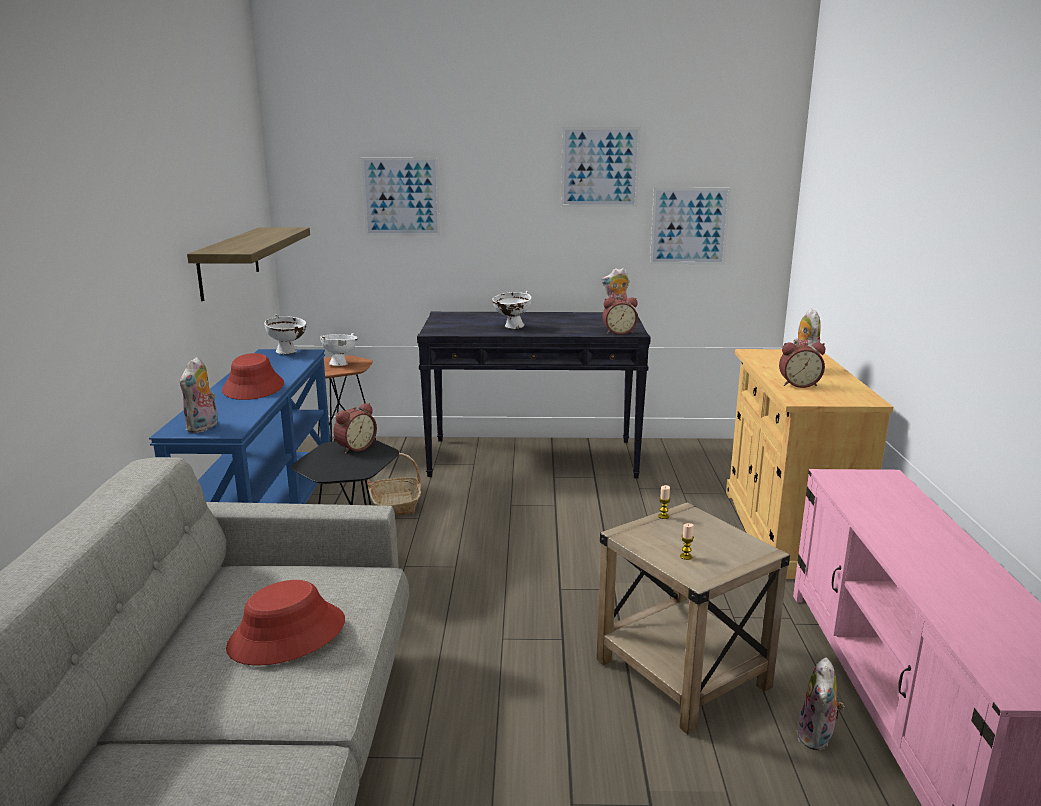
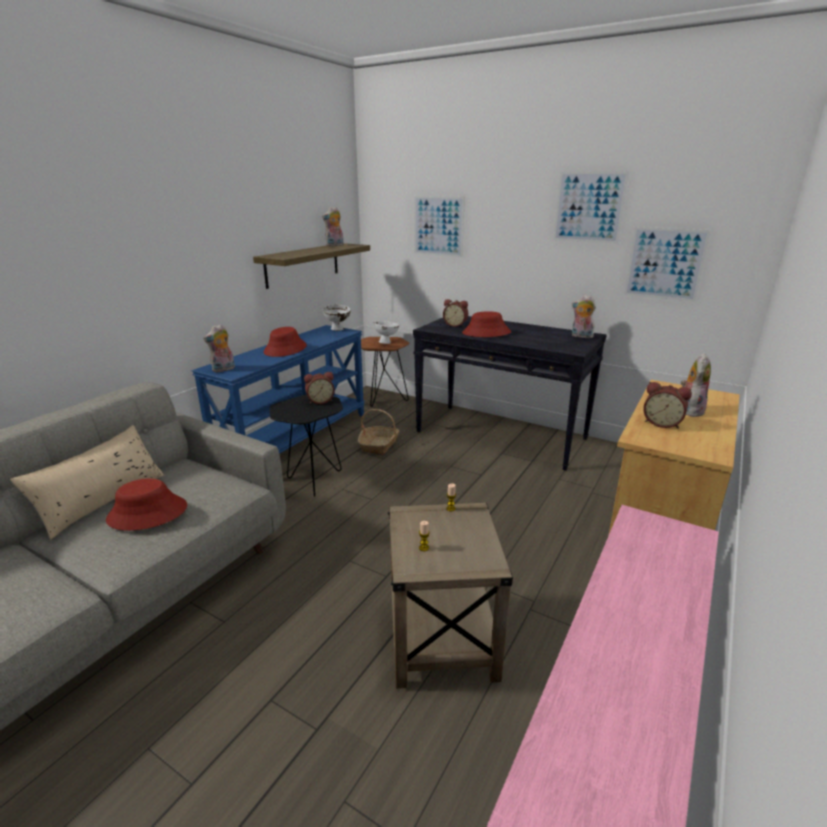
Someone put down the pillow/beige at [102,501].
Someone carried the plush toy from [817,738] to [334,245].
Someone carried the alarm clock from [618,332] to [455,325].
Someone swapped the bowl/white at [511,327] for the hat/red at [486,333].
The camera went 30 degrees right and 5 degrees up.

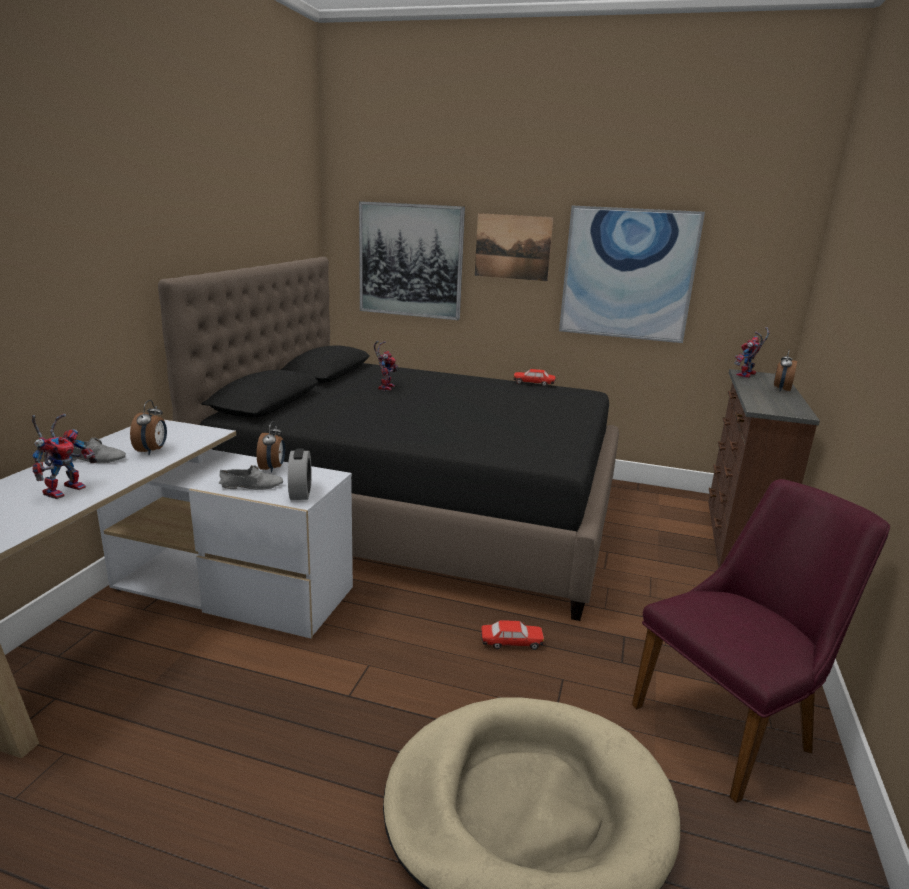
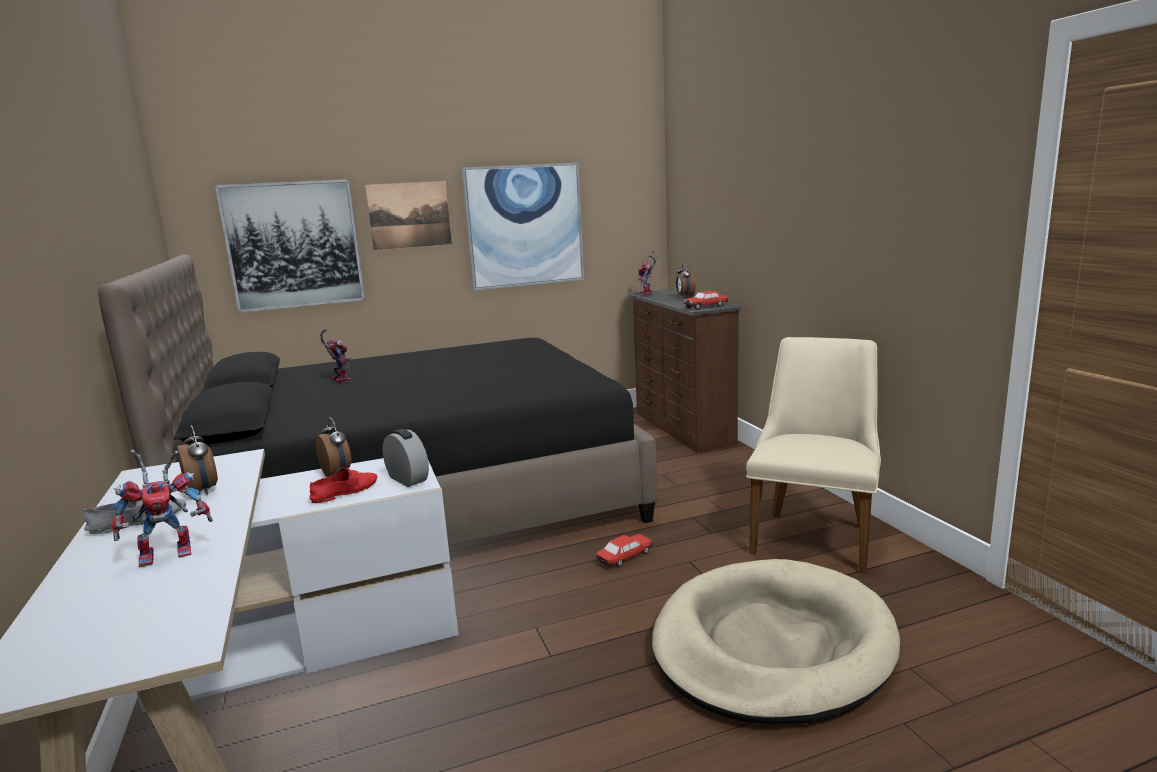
Someone rotated the toy robot at [65,489] by 75 degrees clockwise.
Someone repainted the shoe/grey at [252,485], which became the shoe/red at [344,491].
Someone carried the toy car from [533,383] to [706,306].
Someone repainted the chair/purple at [733,724], which became the chair/beige at [814,534].
The camera went 35 degrees left and 5 degrees down.

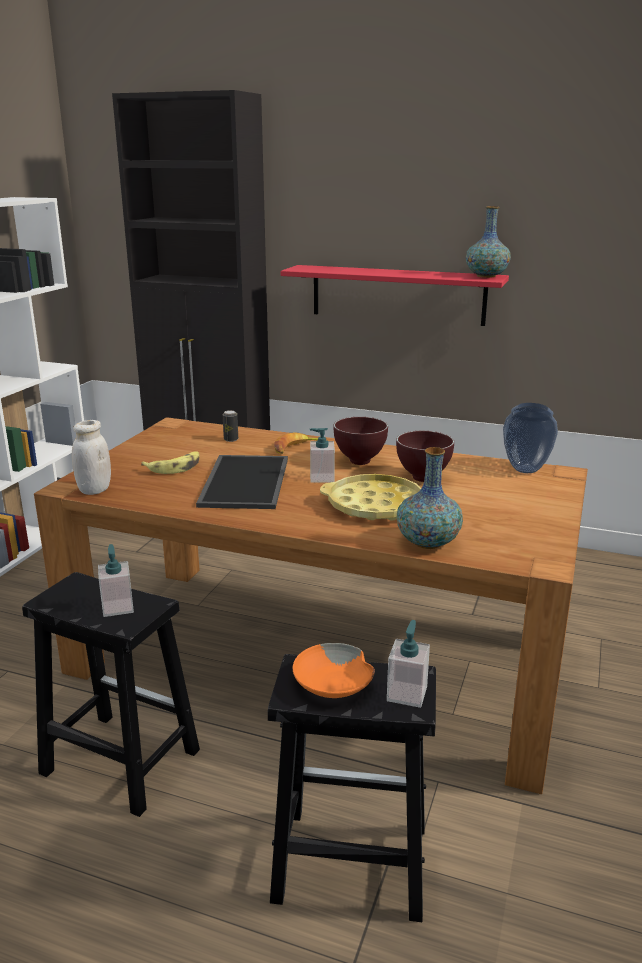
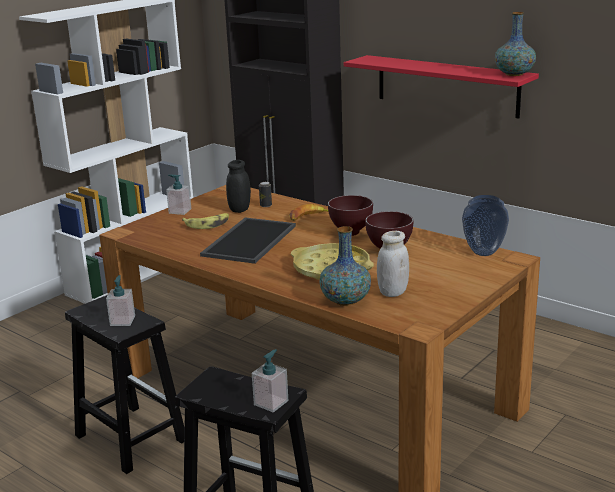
Someone carried the soap dispenser from [321,478] to [180,211].
Someone put down the jar/black at [239,209].
Someone carried the jar/white from [94,490] to [392,292].
Someone took away the bowl/orange at [333,683].
The camera went 20 degrees right and 0 degrees up.

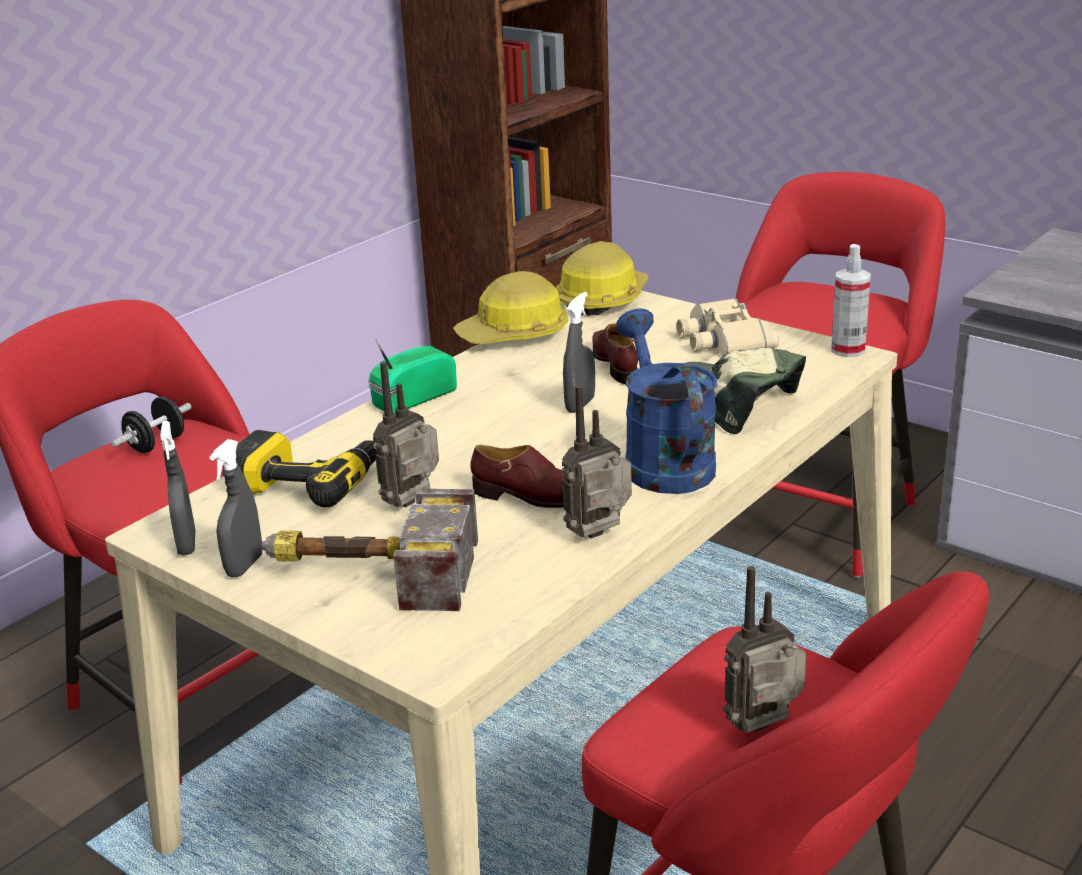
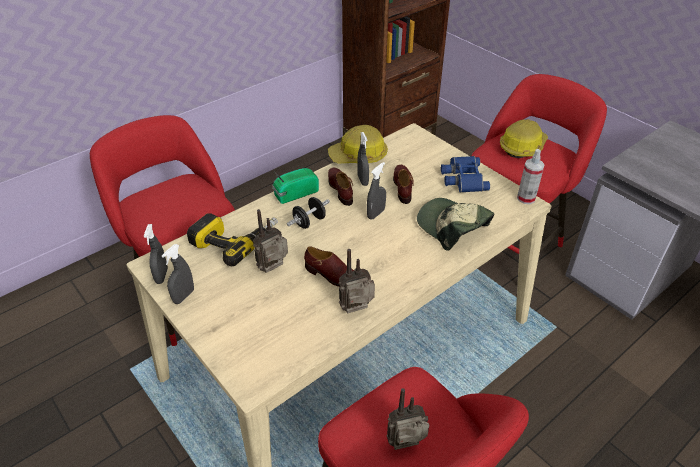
Someone carried the dumbbell/black from [156,444] to [309,222].
Someone put down the shoe/brown at [340,189].
Someone put down the spray bottle/grey at [363,180].
Someone repainted the binoculars/beige at [722,339], which became the binoculars/blue at [462,178].
Someone carried the hard hat from [602,299] to [522,146].
Someone took away the hammer at [366,573].
Someone took away the watering can/blue at [663,460].
The camera went 10 degrees right and 15 degrees up.

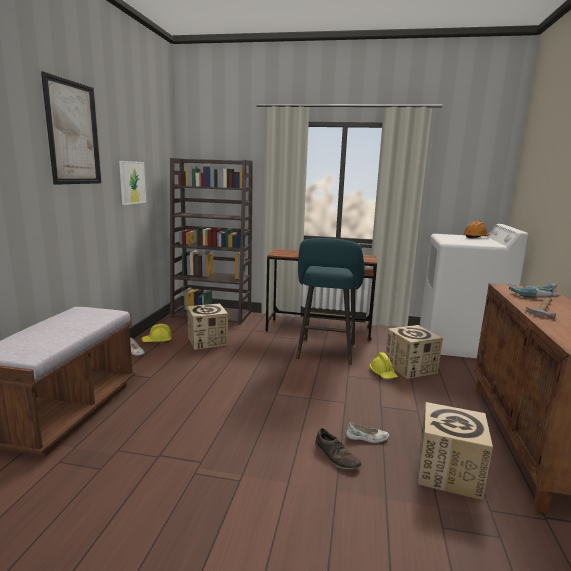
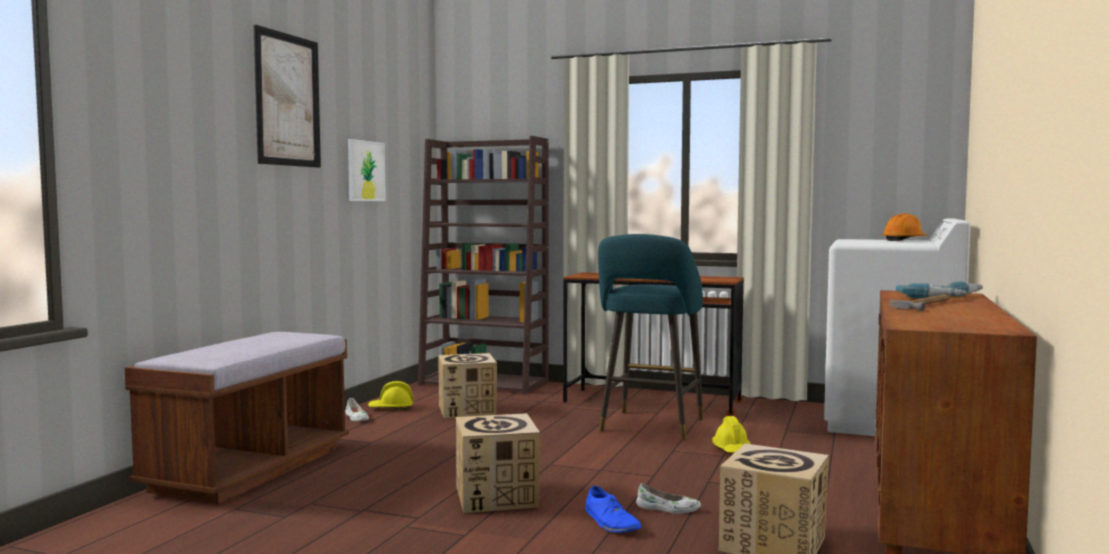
Someone carried the cardboard box from [410,367] to [497,497].
Someone repainted the shoe/brown at [336,456], which became the shoe/blue at [611,522].
The camera went 10 degrees right and 10 degrees down.

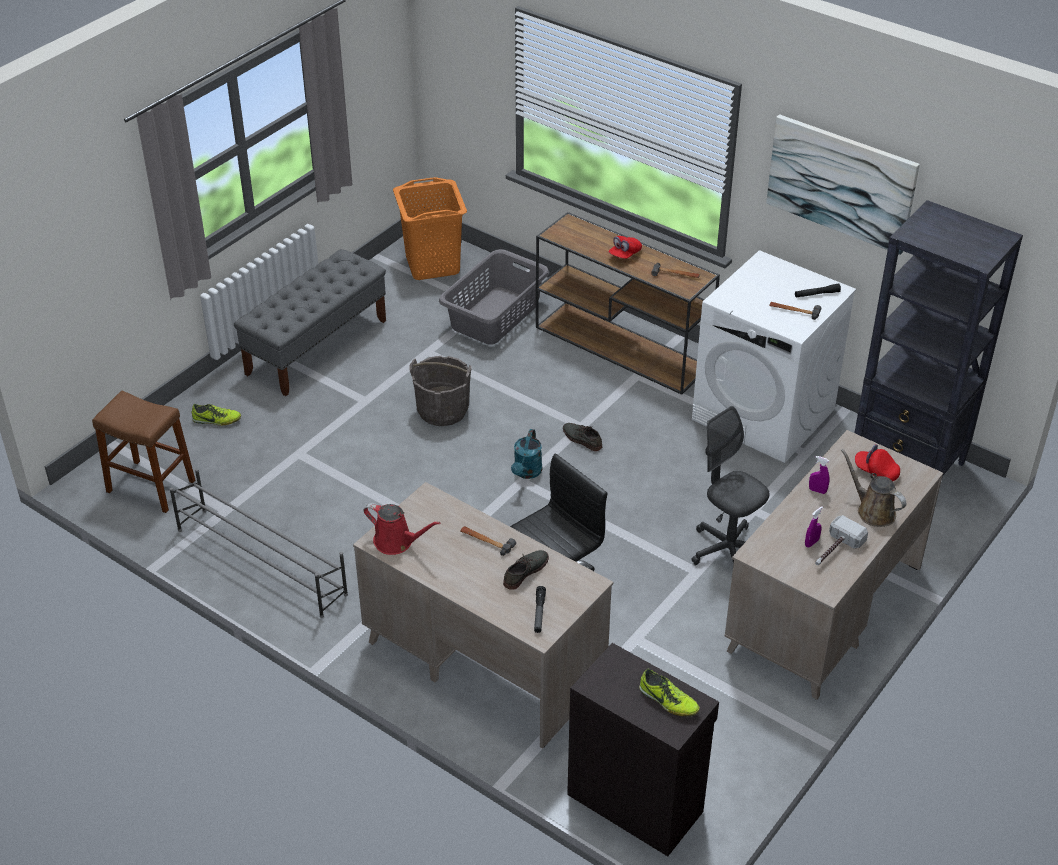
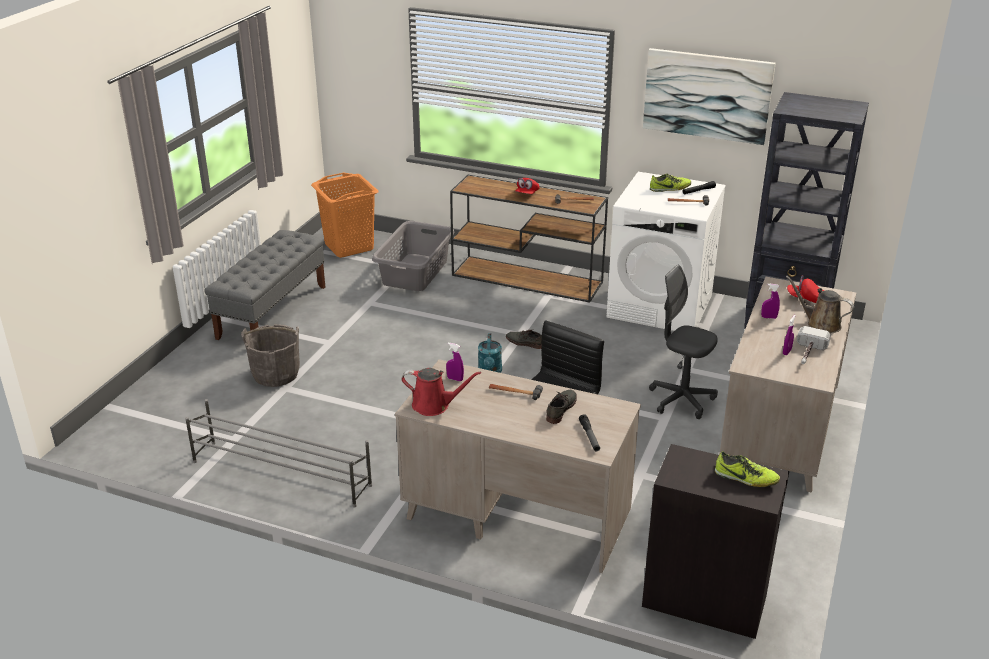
Someone carried the bucket/grey from [443,410] to [276,374].
Someone put down the spray bottle/purple at [455,379].
Someone carried the shoe from [217,420] to [670,189].
Someone took away the stool/brown at [151,486].
The camera went 15 degrees left and 10 degrees down.

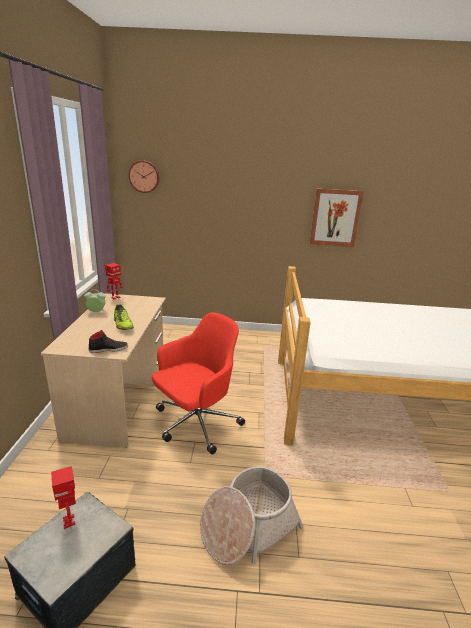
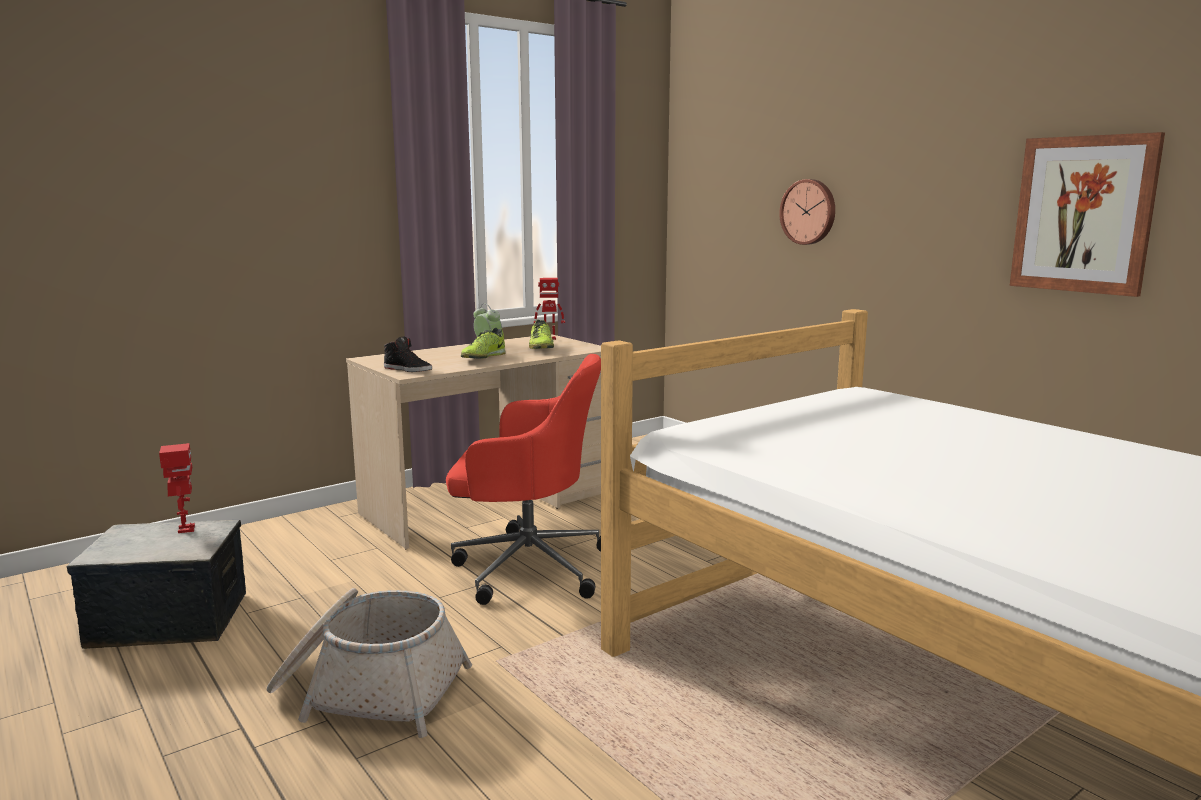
Someone rotated the toy robot at [70,521] by 135 degrees clockwise.
Someone put down the shoe at [541,348].
Someone carried the wall clock from [144,176] to [809,212].
The camera went 50 degrees right and 10 degrees down.

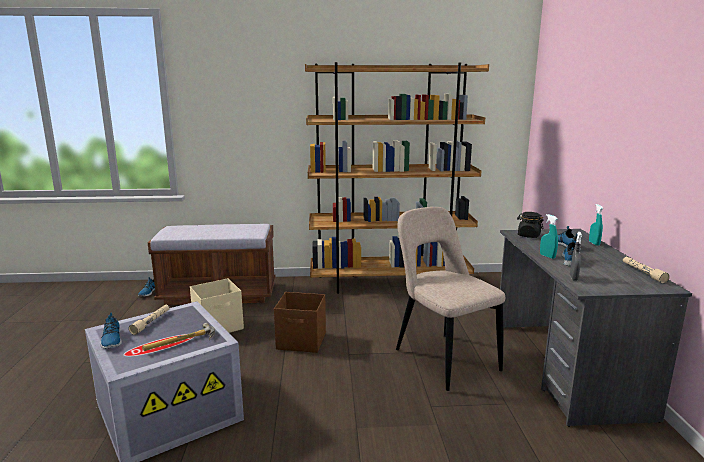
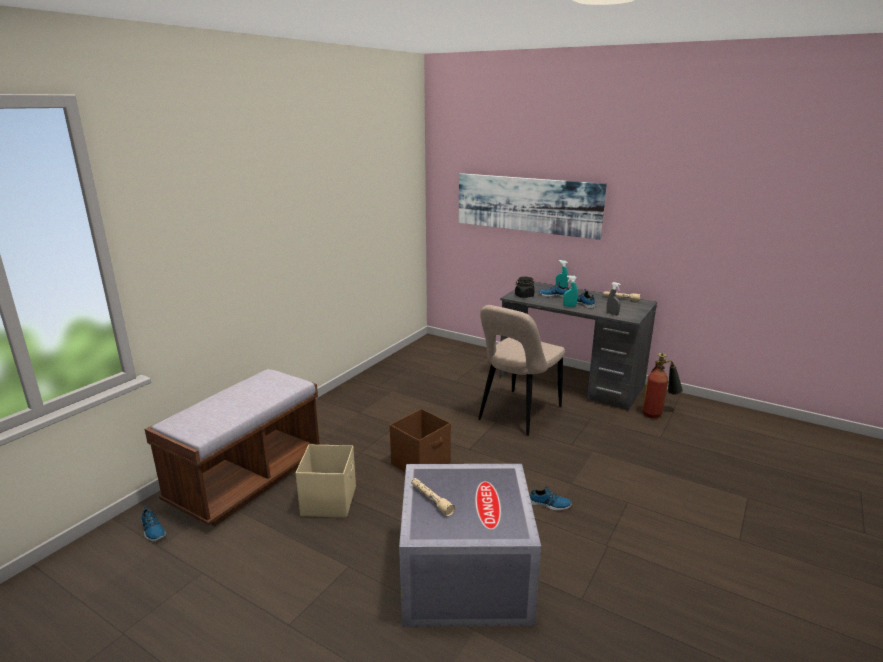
Someone put up the picture at [527,204].
Someone rotated the chair/beige at [443,358] by 60 degrees counterclockwise.
Someone carried the shoe from [111,340] to [549,504].
Someone put down the fire extinguisher at [658,413].
Someone took away the hammer at [182,343].
Someone took away the bookcase/brown at [390,283].
The camera went 55 degrees left and 5 degrees up.

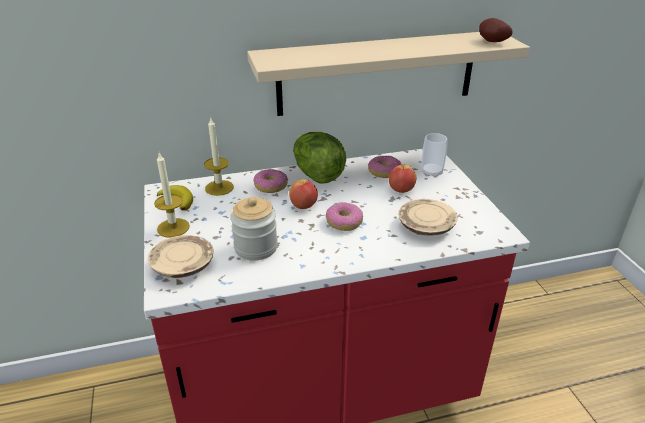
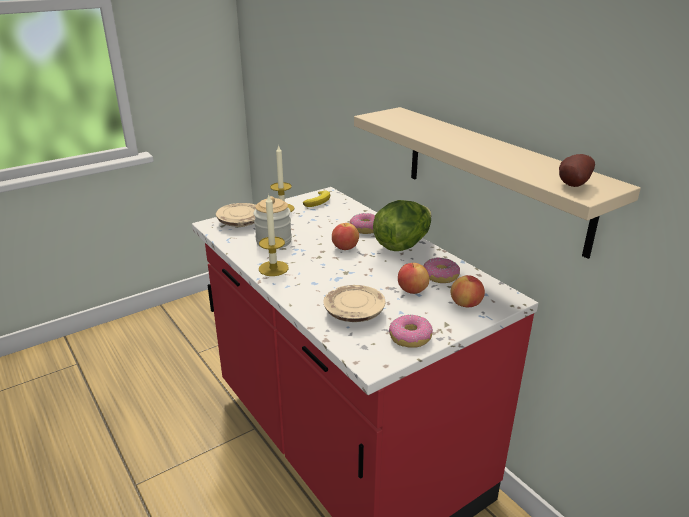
Someone carried the candle from [219,188] to [273,268].
Someone carried the donut from [344,222] to [410,337].
Someone swapped the cup at [431,172] for the apple at [466,304].
The camera went 70 degrees right and 5 degrees down.

